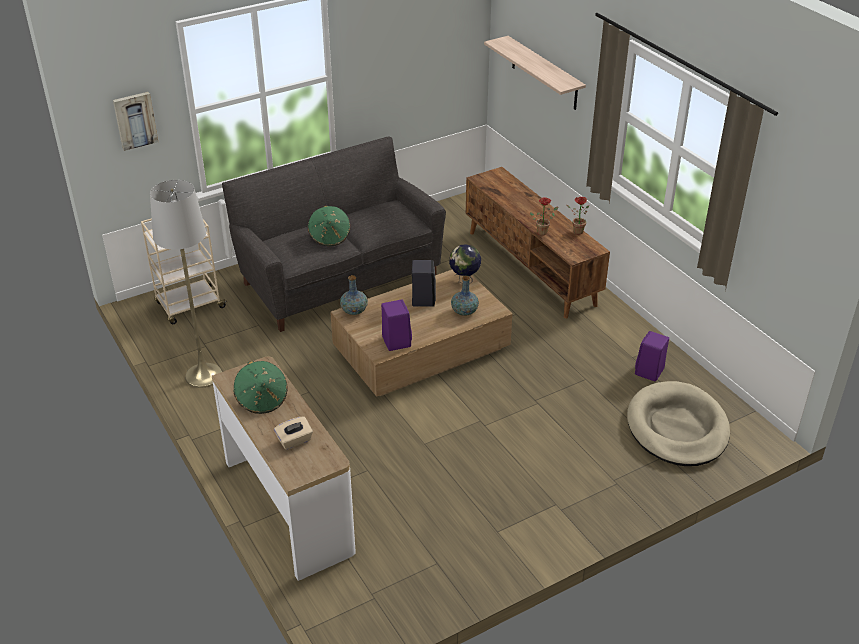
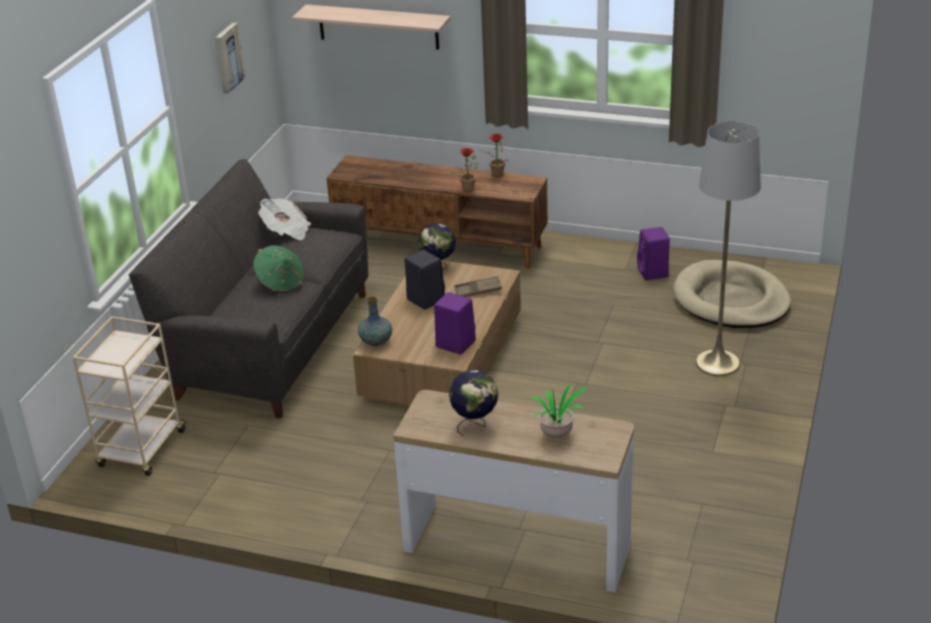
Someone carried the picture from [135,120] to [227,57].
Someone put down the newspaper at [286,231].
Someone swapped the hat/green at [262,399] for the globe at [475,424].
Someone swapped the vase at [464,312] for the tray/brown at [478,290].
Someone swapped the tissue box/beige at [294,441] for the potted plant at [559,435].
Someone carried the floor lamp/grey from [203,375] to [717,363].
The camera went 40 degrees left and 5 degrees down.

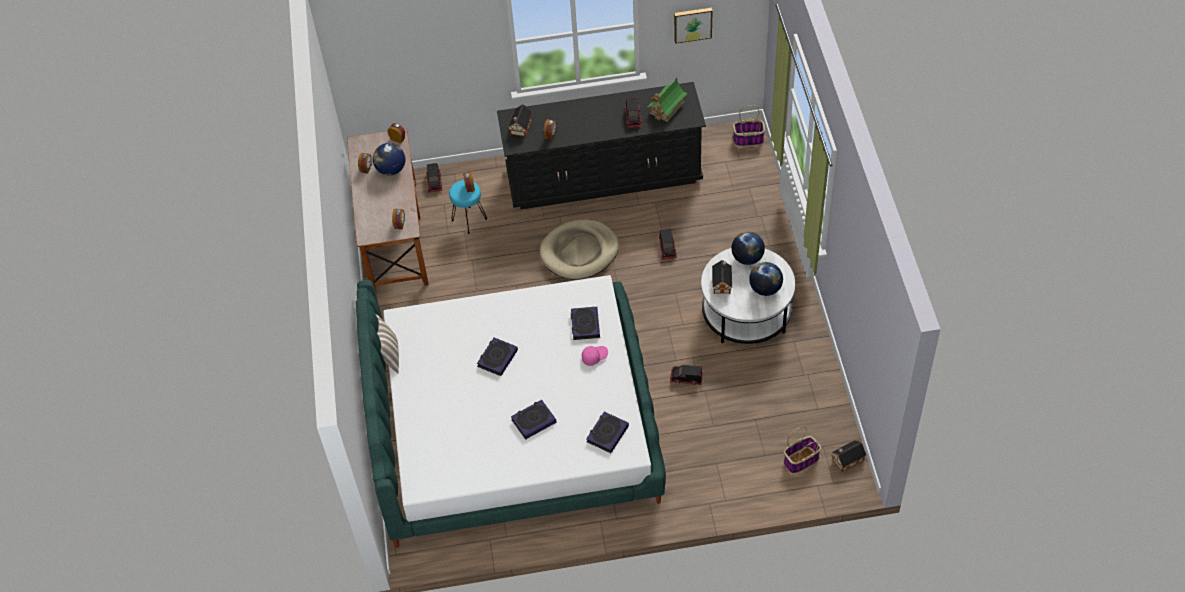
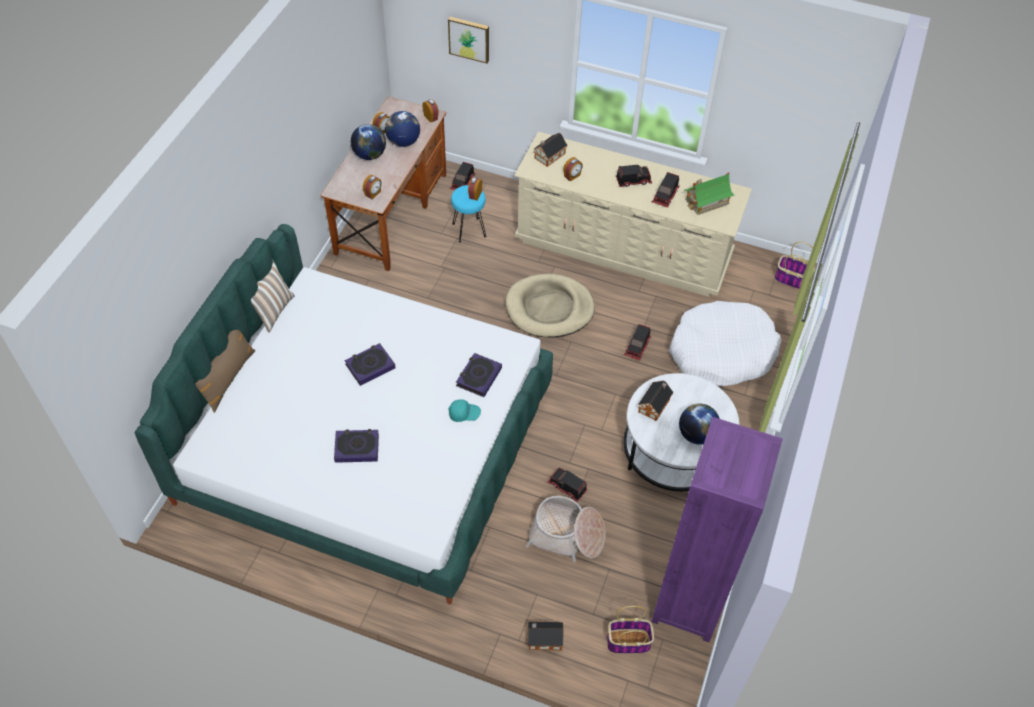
Someone put down the pillow/brown at [228,378].
Someone carried the globe from [747,258] to [369,155].
Someone carried the picture from [692,24] to [469,38].
Someone repainted the cap/pink at [594,357], which became the cap/turquoise at [464,414].
Someone repainted the dresser/black at [604,176], which became the dresser/beige at [623,248].
Someone put down the basket at [567,535].
Someone carried the toy house from [846,460] to [543,639].
Someone put down the toy truck at [633,180].
Someone put down the bookcase/purple at [689,601].
Someone put down the dog bed/white at [721,352].
Someone took away the book at [607,434].
The camera went 25 degrees right and 0 degrees up.

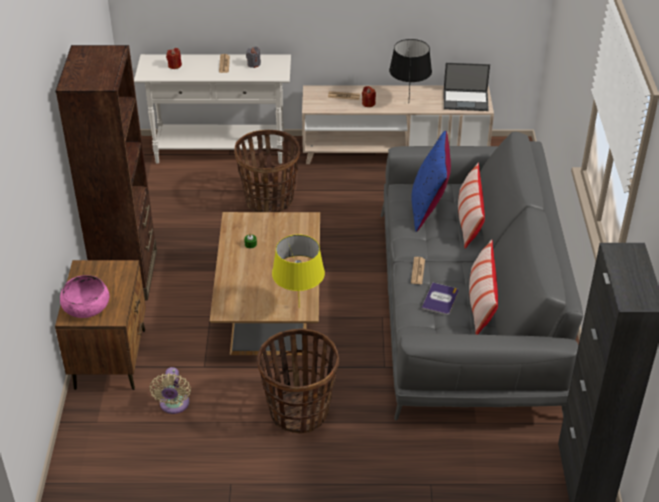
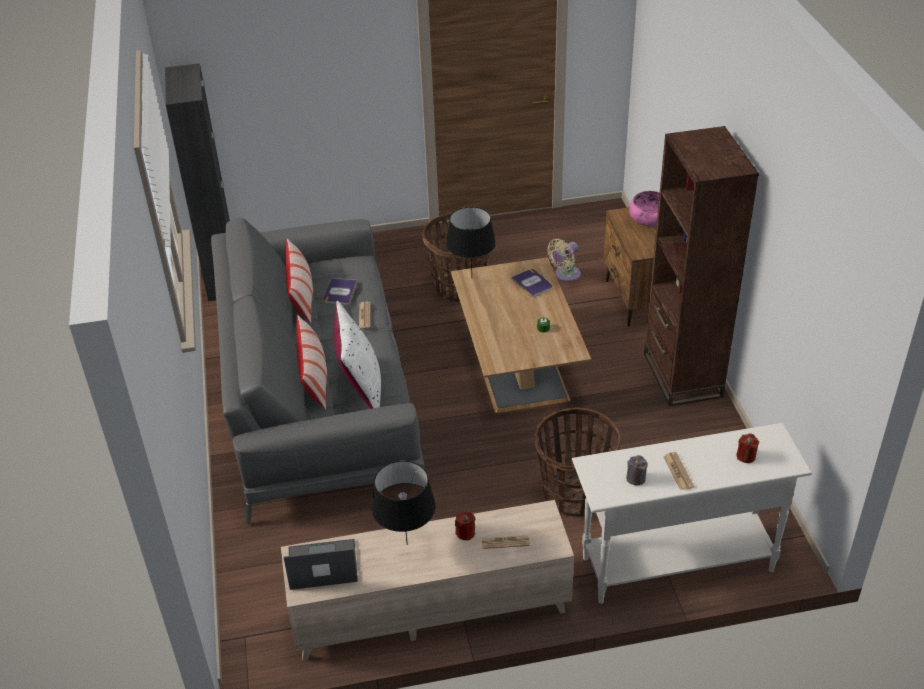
Someone repainted the pillow/blue at [428,207], which became the pillow/white at [360,387].
Someone repainted the table lamp/yellow at [298,307], which became the table lamp/black at [472,278].
Someone put down the book at [532,283].
Someone rotated the fan/beige at [174,405] by 120 degrees counterclockwise.
The camera went 170 degrees right and 0 degrees up.

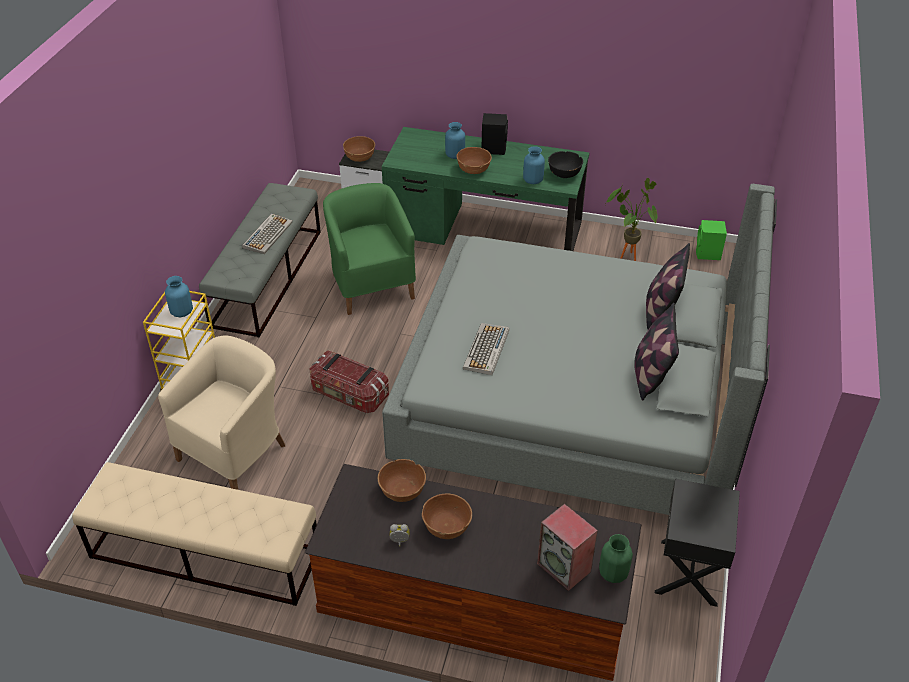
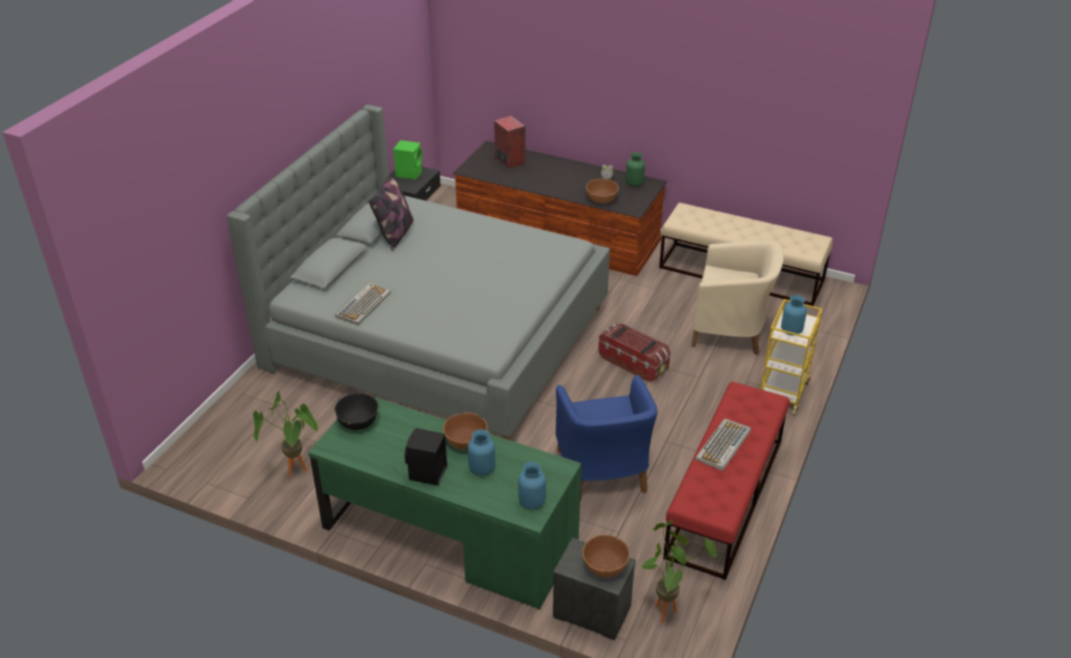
Someone carried the keyboard from [486,350] to [363,304].
Someone carried the speaker/green from [708,254] to [409,173].
Someone carried the vase/blue from [533,180] to [532,501].
Someone repainted the armchair/green at [371,285], which became the armchair/blue at [603,472].
Someone carried the vase/green from [613,573] to [634,183].
Someone put down the potted plant at [667,609].
Someone repainted the bench/grey at [267,277], which became the bench/red at [725,498].
Someone rotated the armchair/beige at [235,451] by 120 degrees counterclockwise.
Someone took away the bowl/brown at [447,527].
Someone took away the pillow at [661,309].
The camera went 170 degrees left and 5 degrees down.

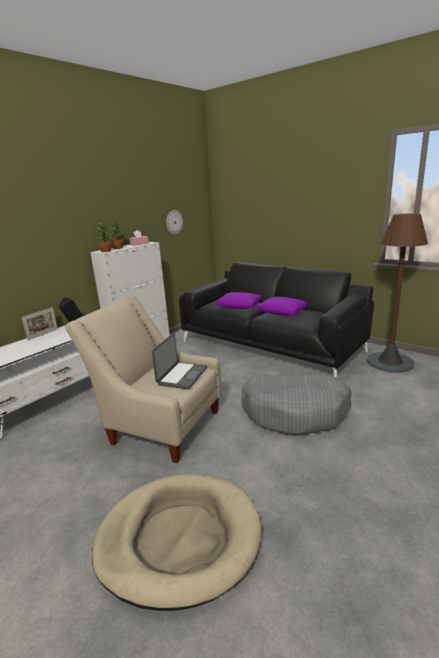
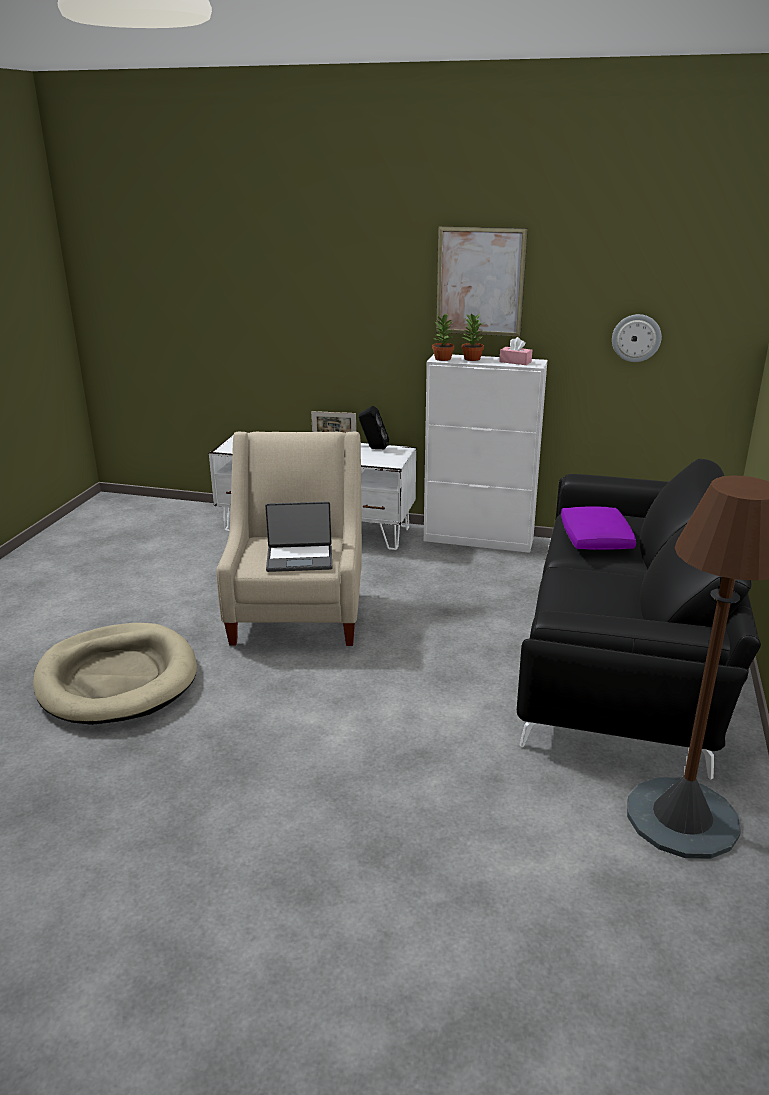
Someone put up the picture at [480,282].
Someone took away the dog bed/grey at [295,412].
Someone took away the pillow/purple at [282,312].
The camera went 65 degrees right and 5 degrees up.

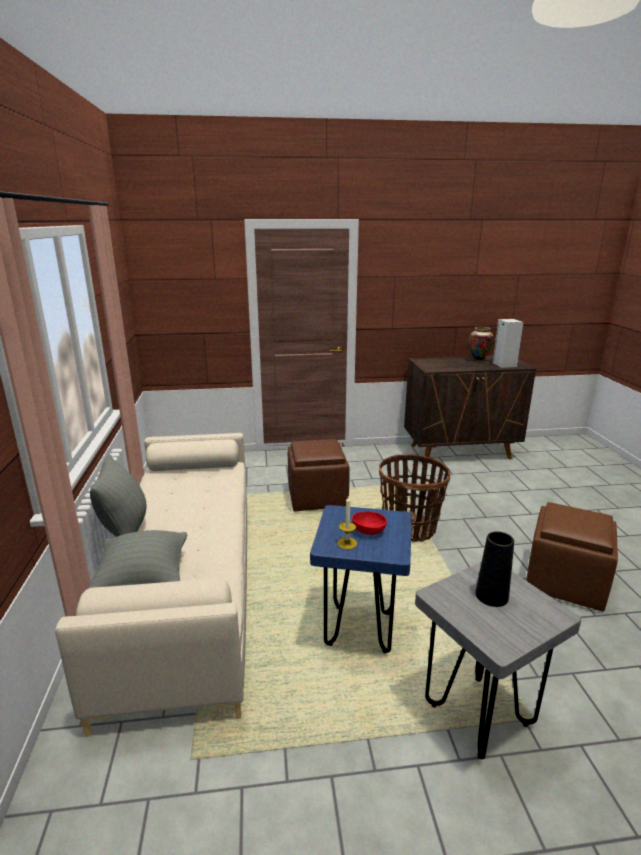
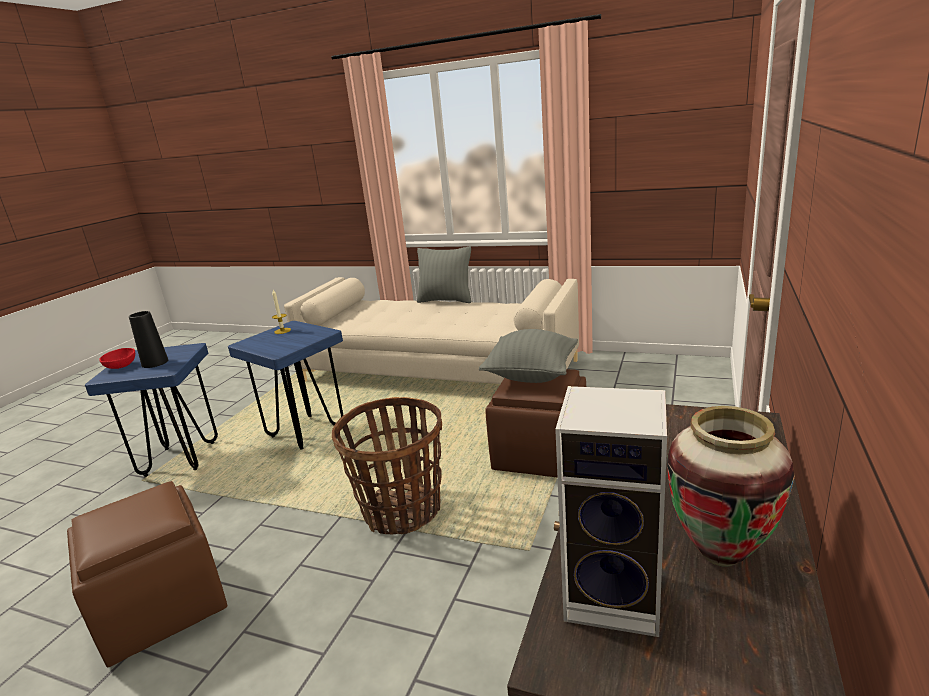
Someone repainted the stool/grey at [478,715], which became the stool/blue at [180,459].
Someone carried the bowl/red from [368,530] to [121,366].
Someone carried the pillow/grey from [143,581] to [531,375].
The camera went 120 degrees right and 0 degrees up.

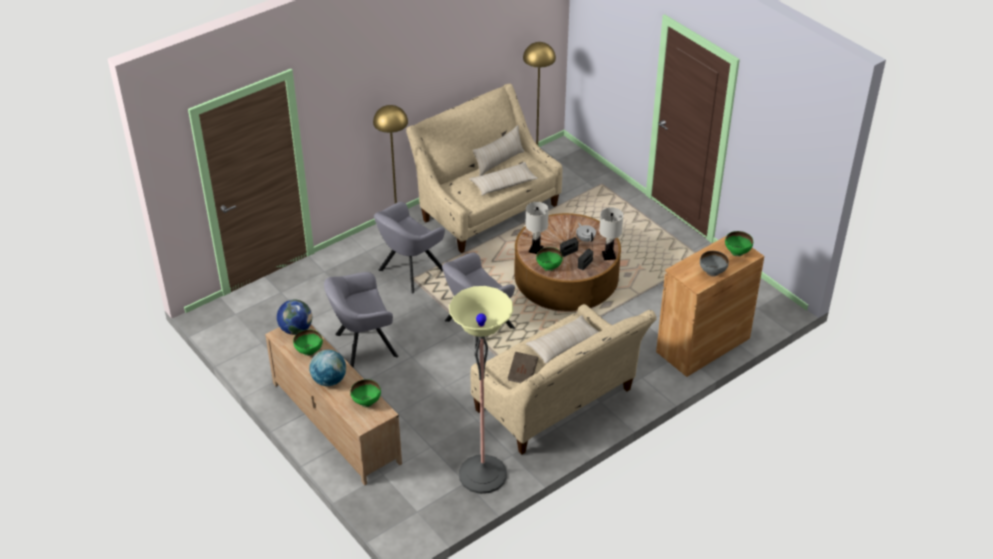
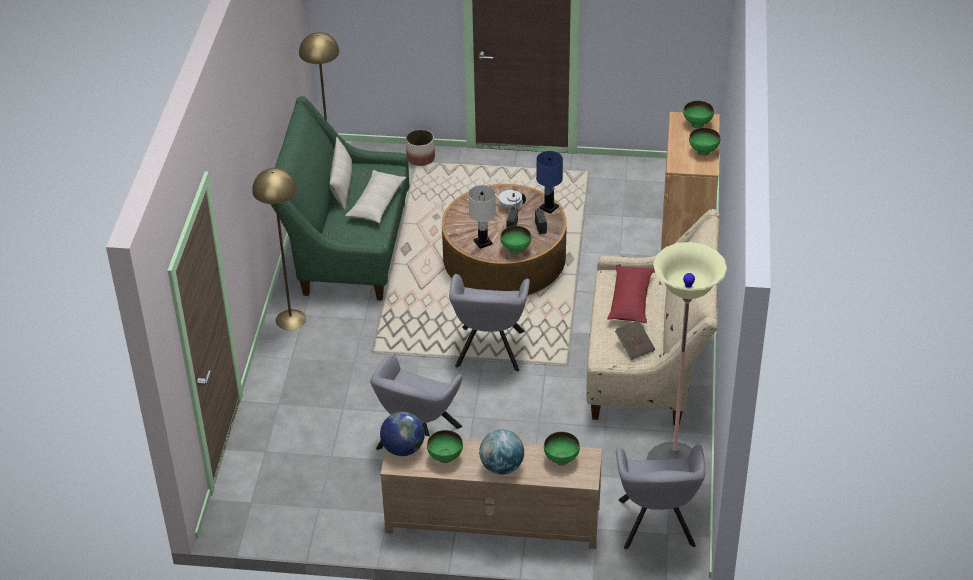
Someone repainted the sofa/beige at [486,209], which became the sofa/green at [346,248].
Someone put down the planter at [420,158].
Someone repainted the table lamp/white at [609,256], which became the table lamp/blue at [549,207].
Someone repainted the pillow/beige at [563,345], which became the pillow/red at [630,300].
Someone carried the armchair/grey from [409,272] to [656,527].
Someone repainted the bowl/grey at [712,272], which became the bowl/green at [703,151].
The camera went 45 degrees left and 0 degrees up.

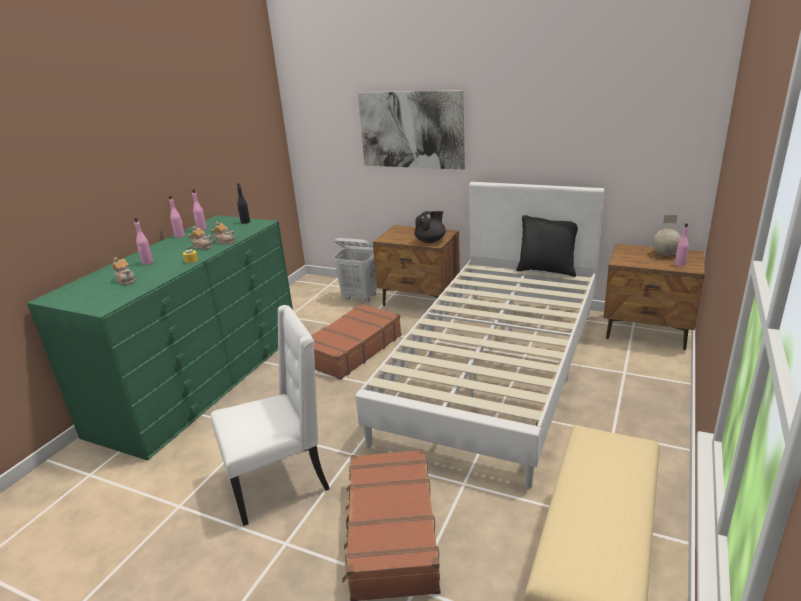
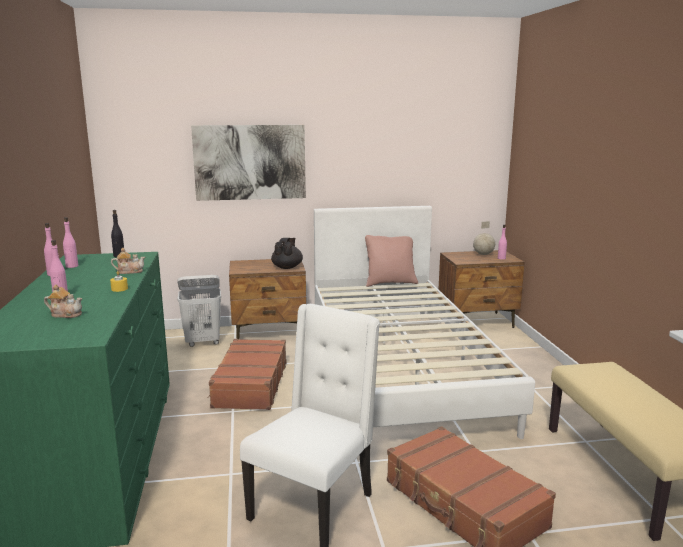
Someone repainted the pillow/black at [546,270], which became the pillow/pink at [390,283].
Someone took away the teapot at [203,246].
The camera went 35 degrees left and 10 degrees down.

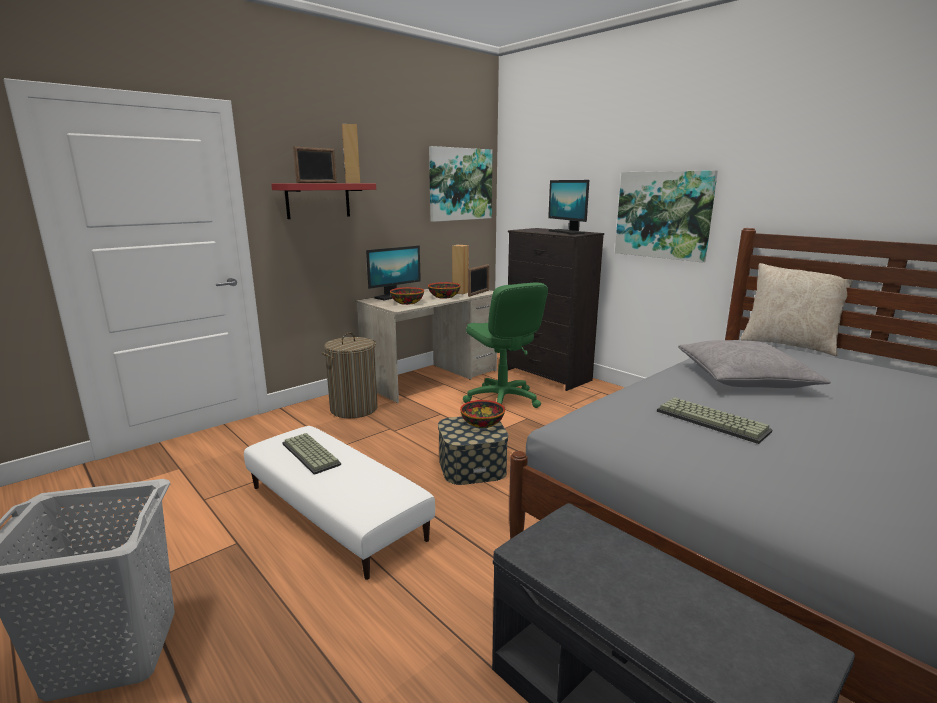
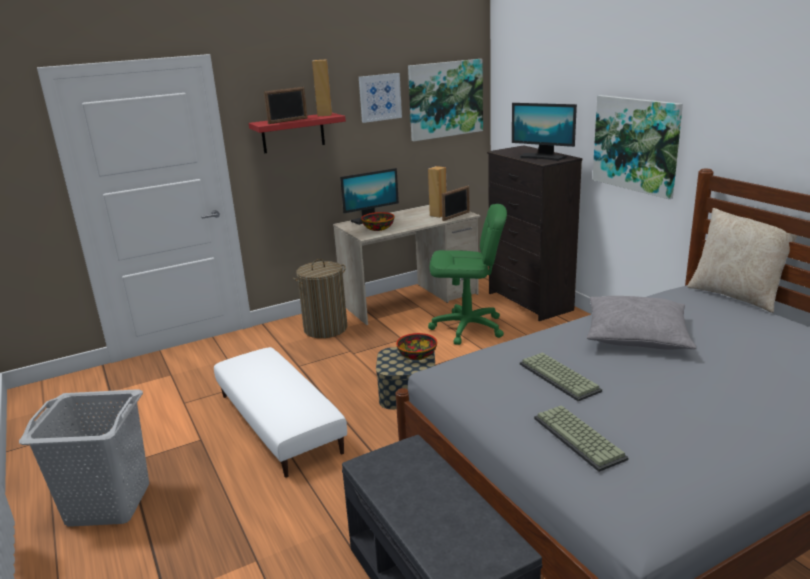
Someone put up the picture at [380,97].
Someone rotated the office chair/green at [502,400] by 75 degrees counterclockwise.
Someone rotated the monitor at [567,232] by 45 degrees counterclockwise.
Someone carried the keyboard from [312,454] to [580,438].
Someone took away the bowl at [444,297].
The camera went 15 degrees right and 5 degrees up.

